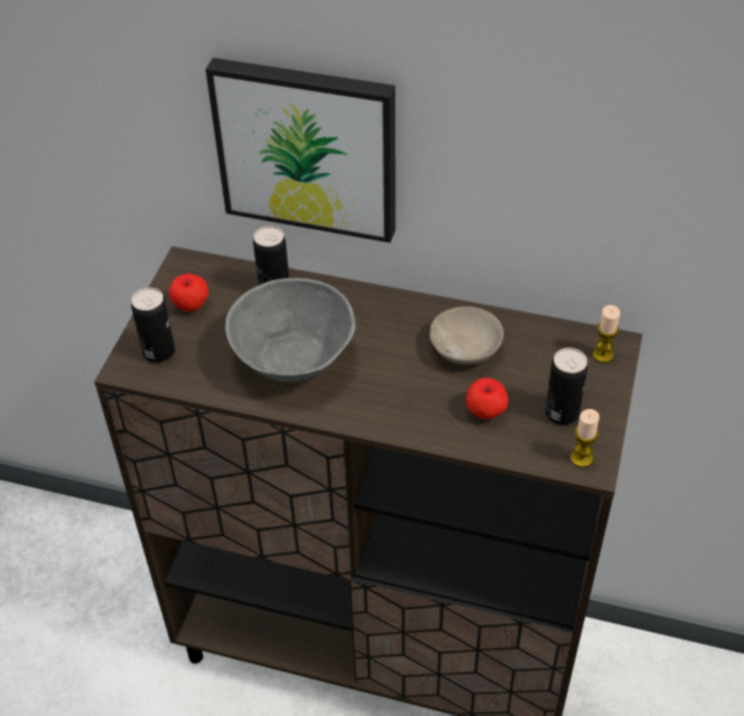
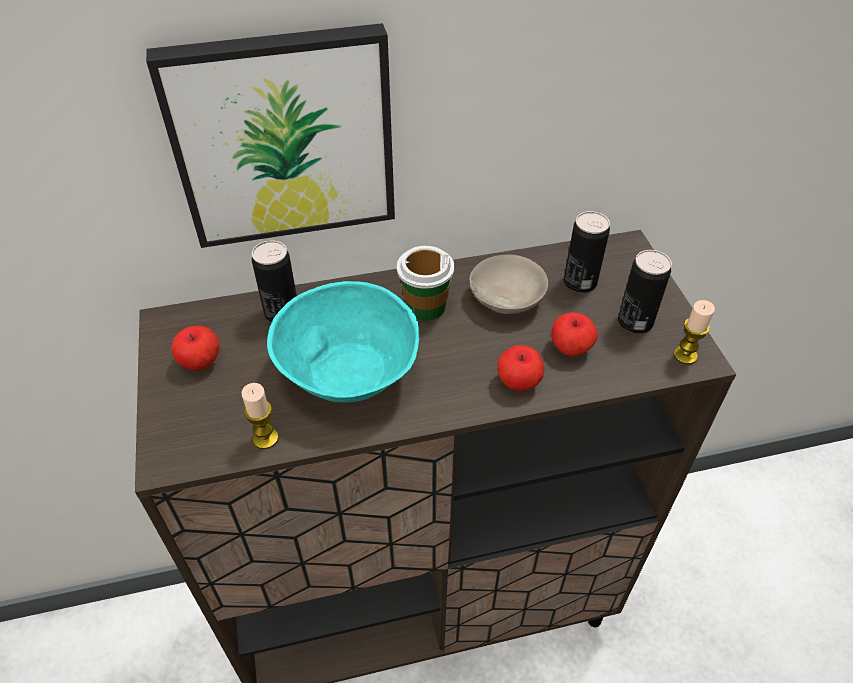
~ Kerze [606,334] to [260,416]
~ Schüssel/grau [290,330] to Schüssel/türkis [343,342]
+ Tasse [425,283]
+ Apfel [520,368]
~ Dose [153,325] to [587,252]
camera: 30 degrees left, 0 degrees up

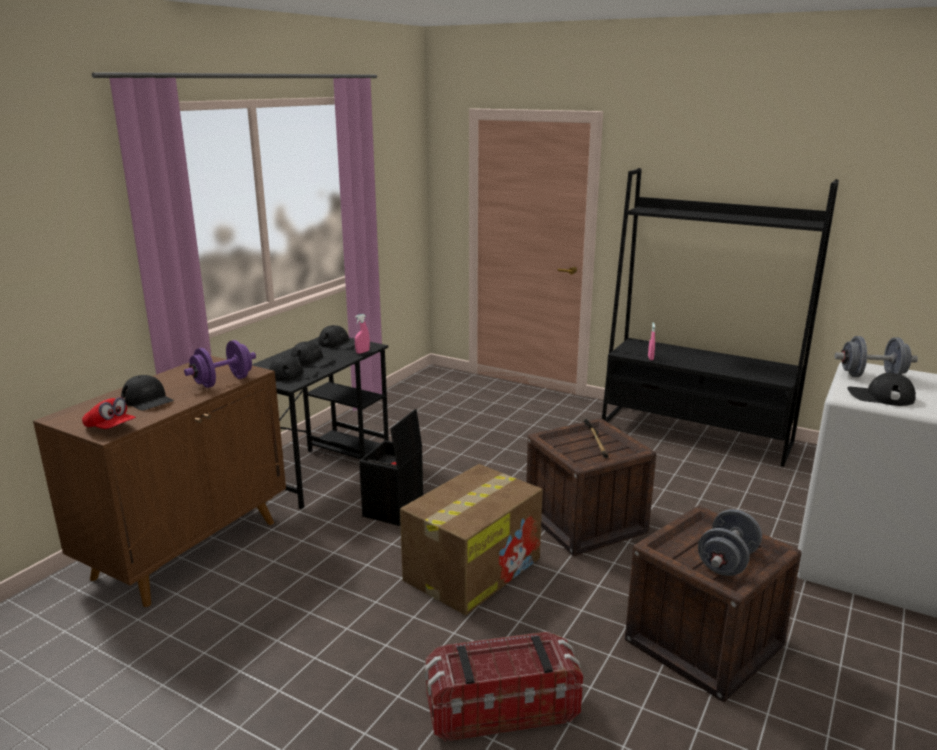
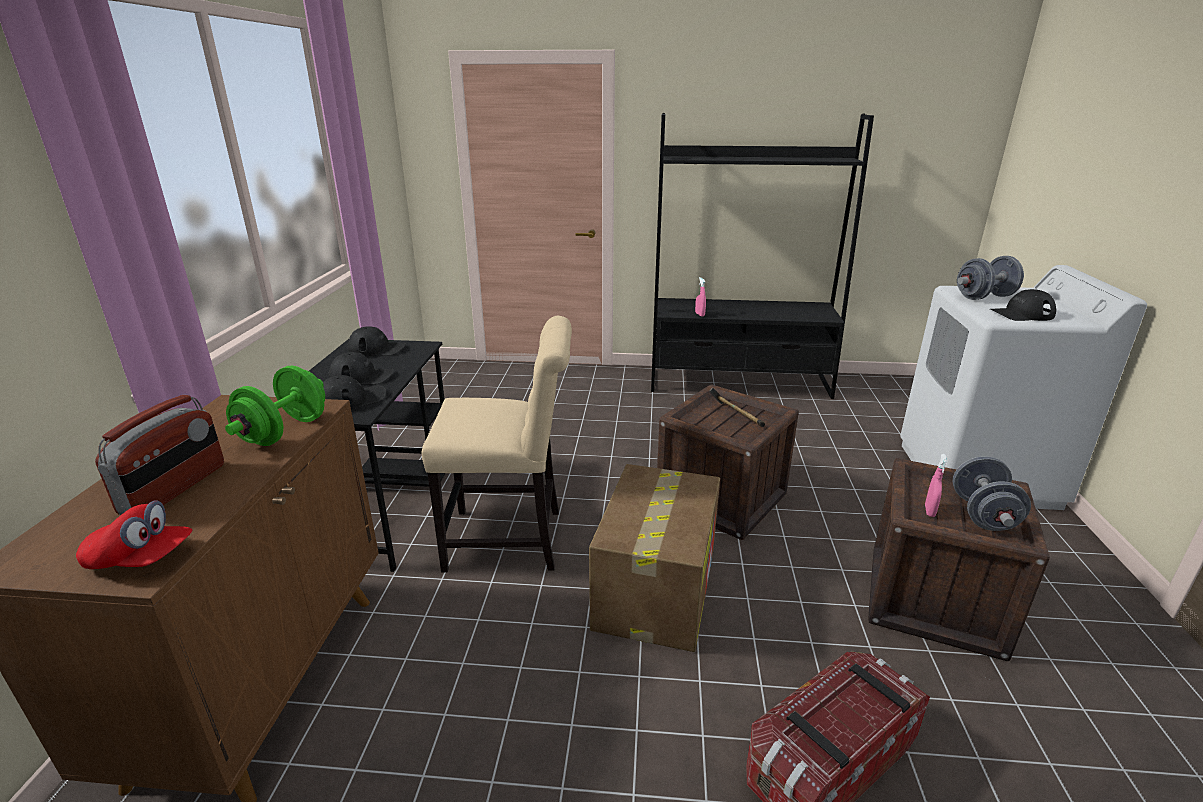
~ Kappe/schwarz [147,393] to Radio [159,455]
~ Hantel/lila [220,364] to Hantel/grün [275,406]
~ Aufbewahrungsbox/schwarz [391,467] to Stuhl/beige [497,444]
~ Sprühflasche/rosa [362,334] to [936,485]
camera: 25 degrees left, 5 degrees up

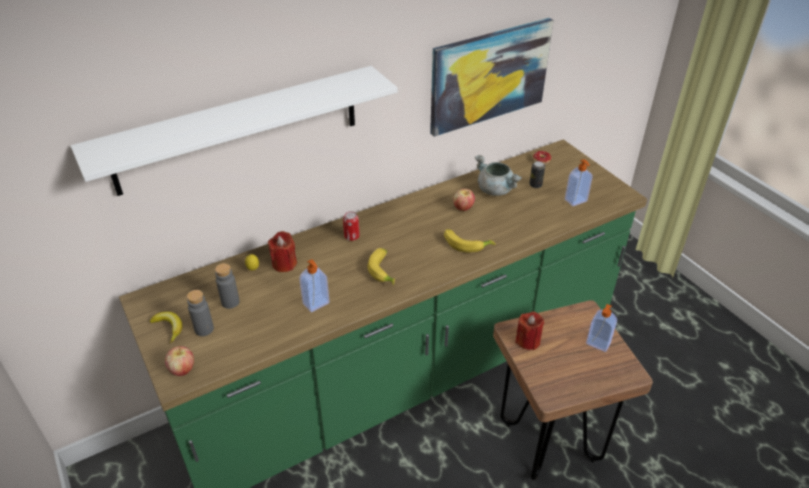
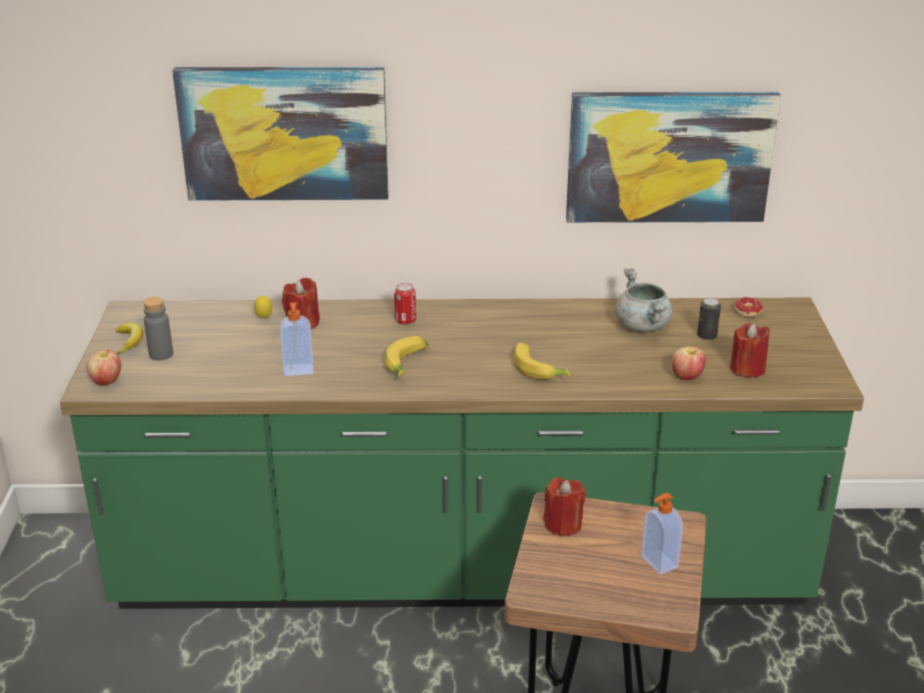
~ Wandregal/weiß [234,131] to Bild [280,134]
~ Apfel [464,200] to [689,363]
~ Seifenspender [579,182] to Kerze/rot [750,350]
- Flasche/grau [227,286]
camera: 30 degrees right, 10 degrees down

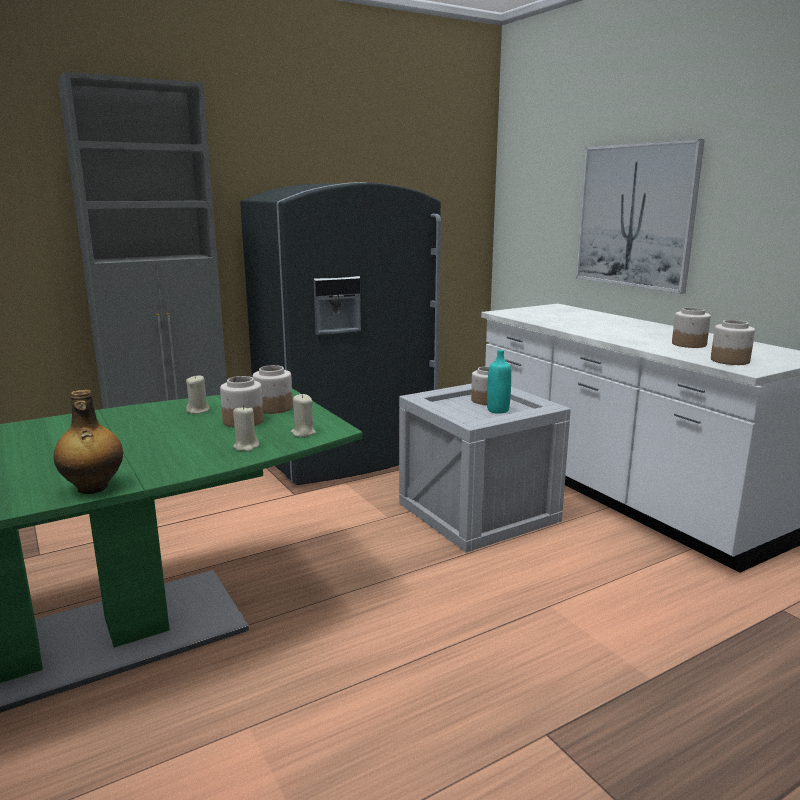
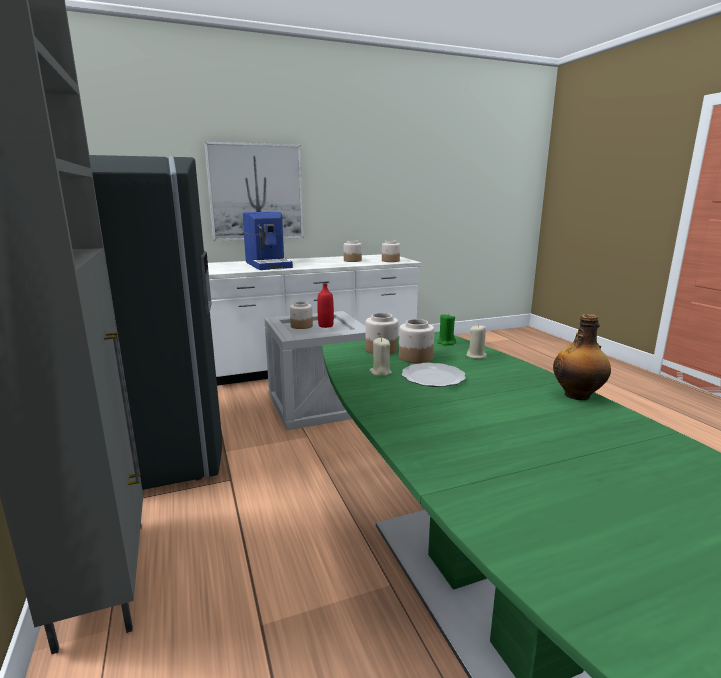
+ Kaffeemaschine [268,241]
~ Flasche/türkis [499,382] to Flasche/rot [325,305]
+ Teller [434,375]
~ Kerze/beige [303,415] to Kerze/grün [446,330]
camera: 80 degrees left, 0 degrees up

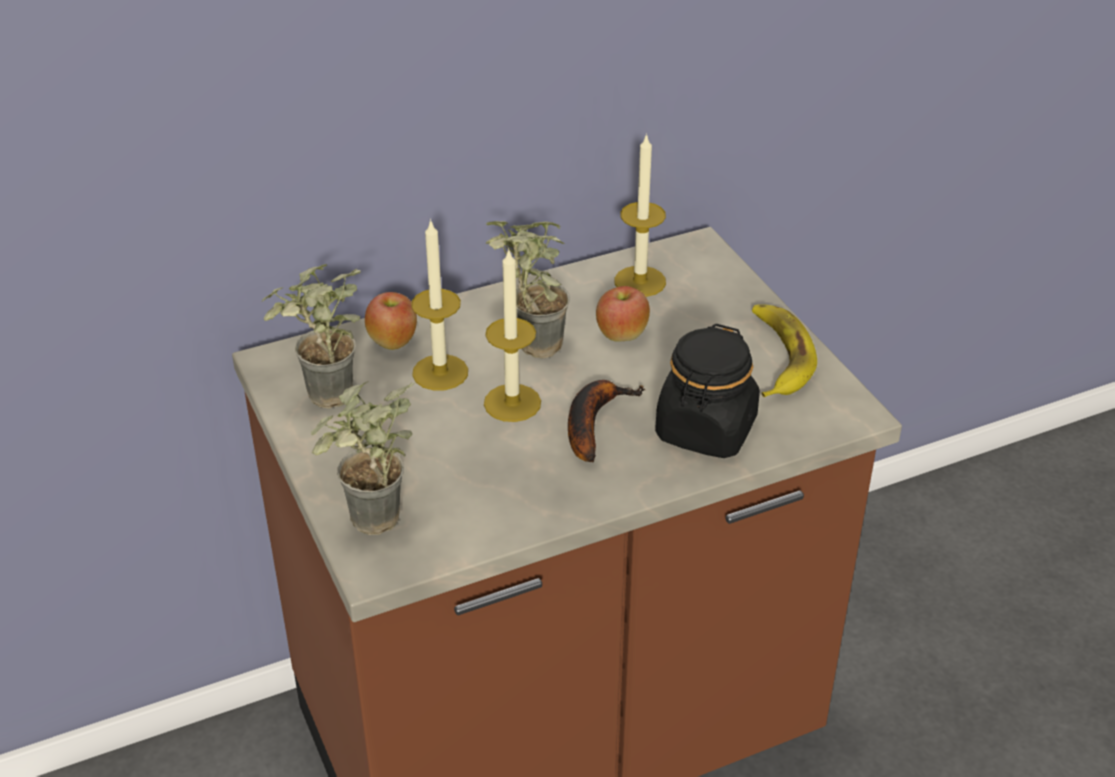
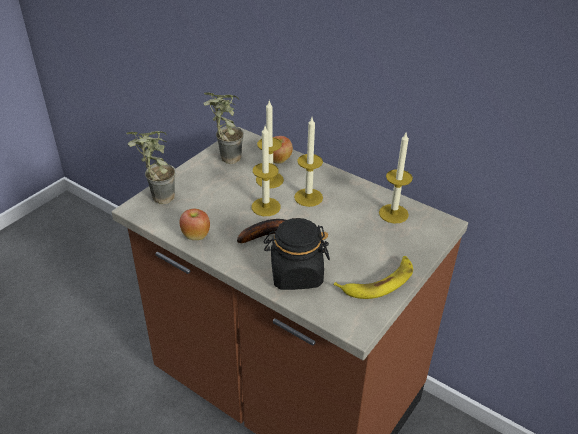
~ Apfel [623,314] to [194,224]
~ Topfpflanze [528,290] to Kerze [308,162]
camera: 60 degrees right, 0 degrees up

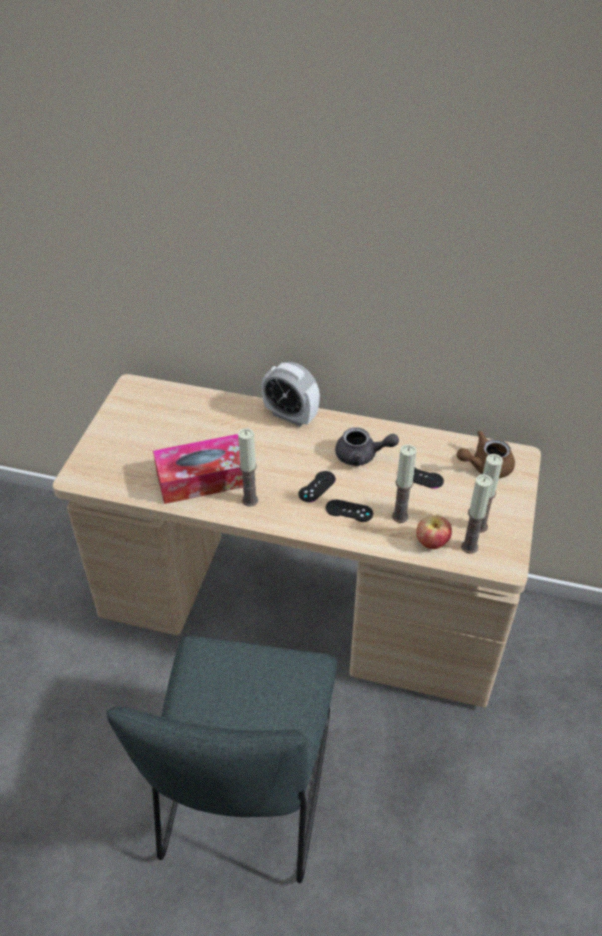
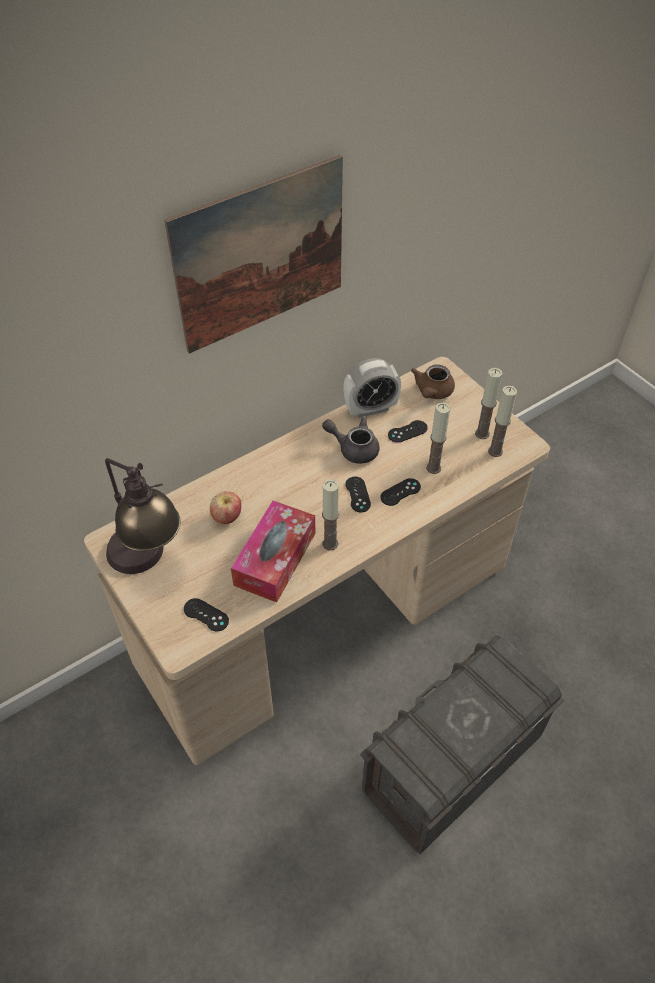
+ Tischlampe [142,516]
+ Bild [253,254]
+ Gamepad/schwarz [206,615]
~ Apfel [434,532] to [225,507]
~ Teekanne/grau [367,446] = [351,440] 120 degrees counterclockwise
~ Wecker [290,394] to [372,388]
~ Stuhl/grau [222,759] to Aufbewahrungsbox/grau [462,745]
camera: 50 degrees left, 5 degrees up

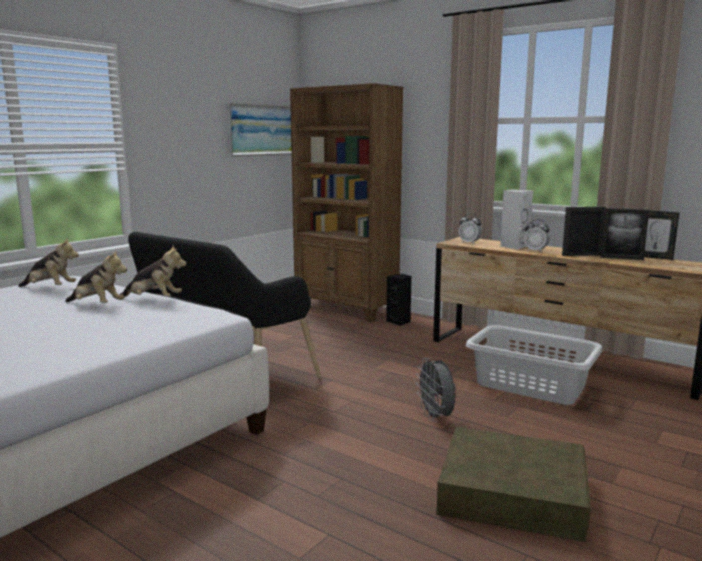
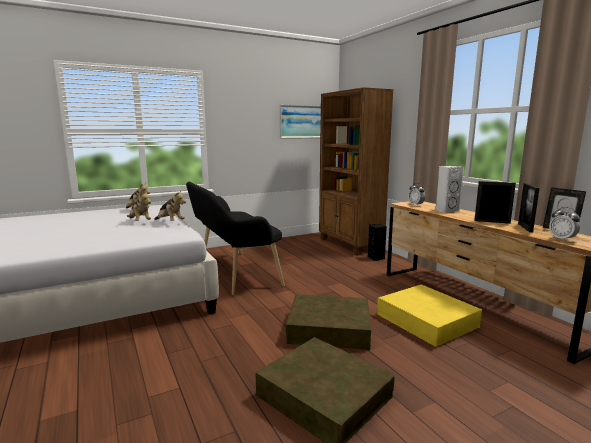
~ Ventilator/grau [436,390] to Aufbewahrungsbox/braun [328,322]
~ Wäschekorb/grau [534,365] to Aufbewahrungsbox/gelb [429,315]
~ Bilderrahmen [624,234] = [529,207] 60 degrees clockwise
~ Wecker [537,235] to [564,224]
camera: 25 degrees right, 0 degrees up

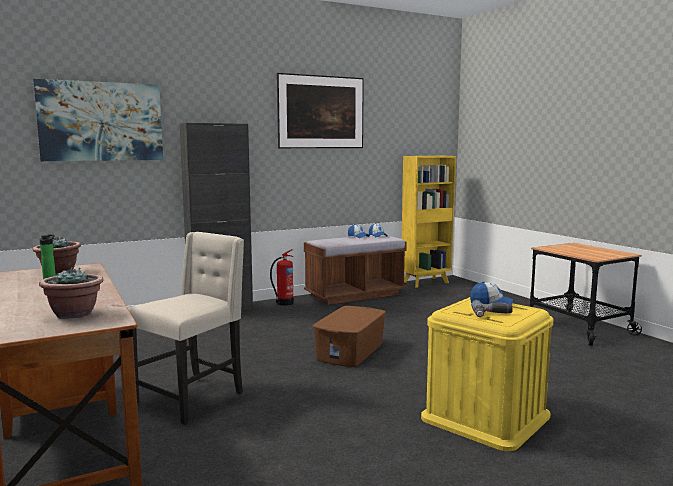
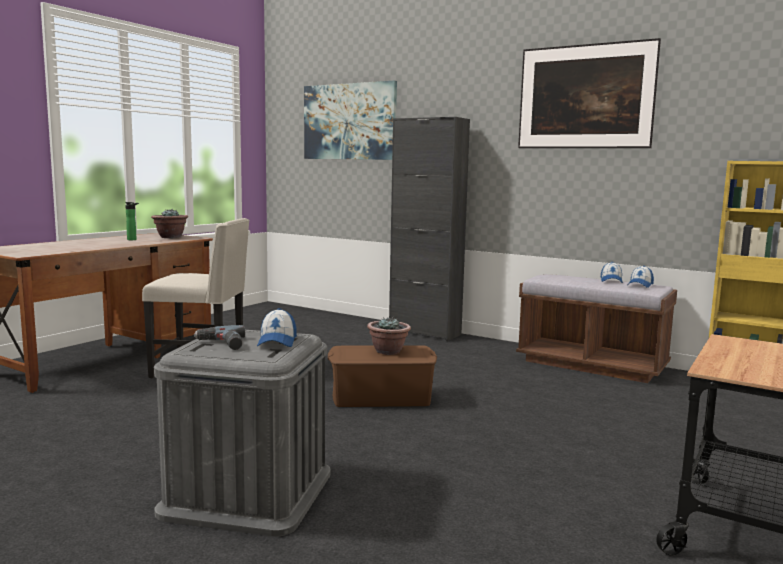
~ Aufbewahrungsbox/gelb [487,374] to Aufbewahrungsbox/grau [242,433]
~ Topfpflanze [71,293] to [389,336]
- Feuerlöscher [281,277]
camera: 60 degrees right, 0 degrees up

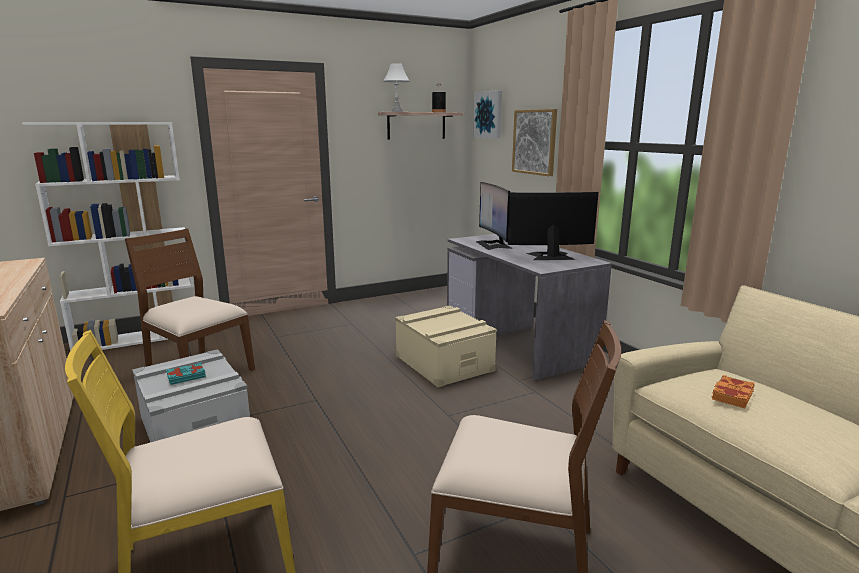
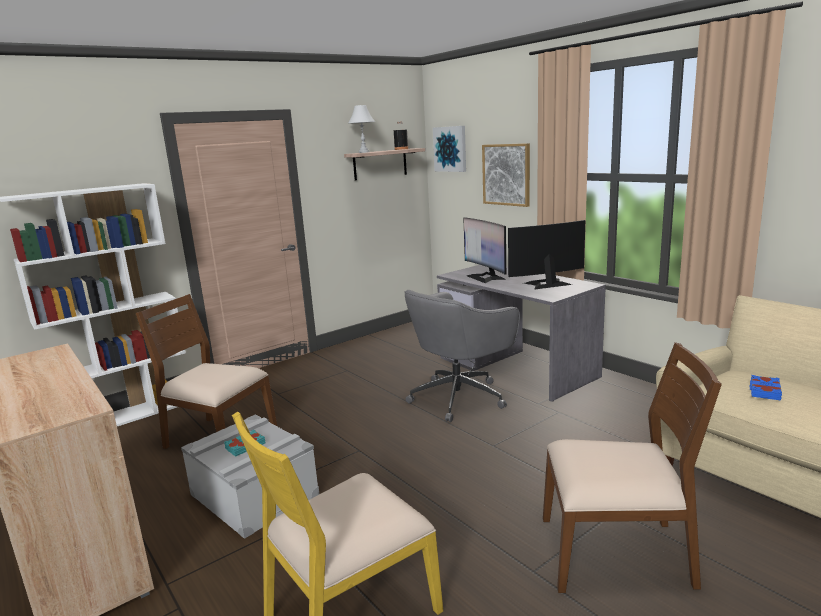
~ Aufbewahrungsbox/beige [446,346] to Bürostuhl/grau [462,356]
~ Buch/orange [733,392] to Buch/blau [766,388]
camera: 10 degrees left, 0 degrees up

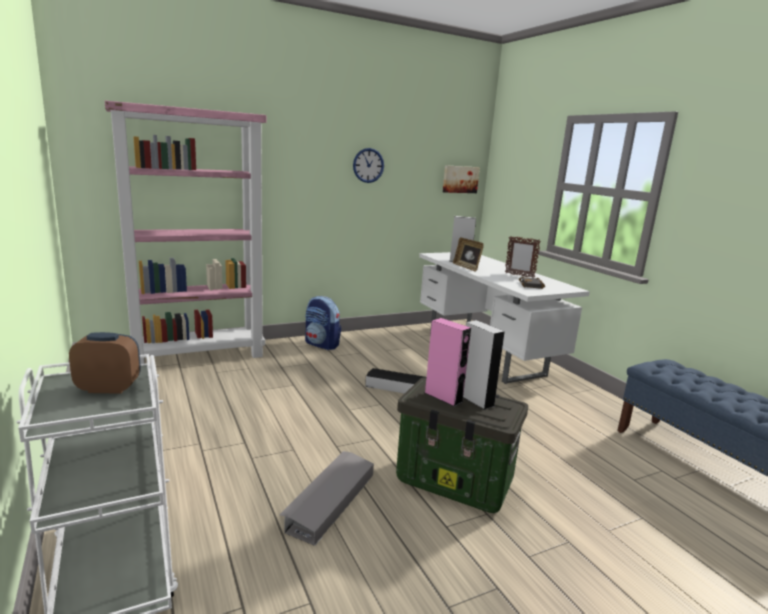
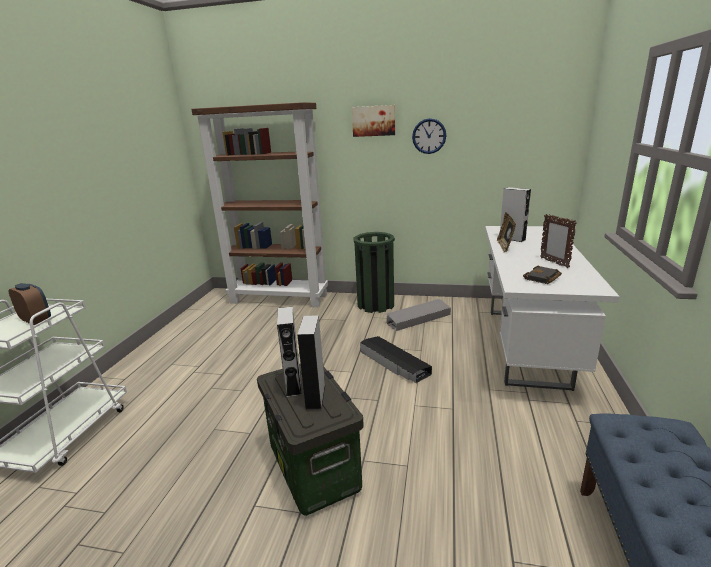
~ Bücherregal/rosa [185,232] to Bücherregal/braun [259,204]
~ Lautsprecher/rosa [448,362] to Lautsprecher/grau [289,352]
~ Bild [461,179] to [373,121]
~ Rucksack [323,323] to Mülleimer/grün [374,272]
~ Aufbewahrungsbox/grau [326,498] to [418,315]
camera: 40 degrees right, 5 degrees up

